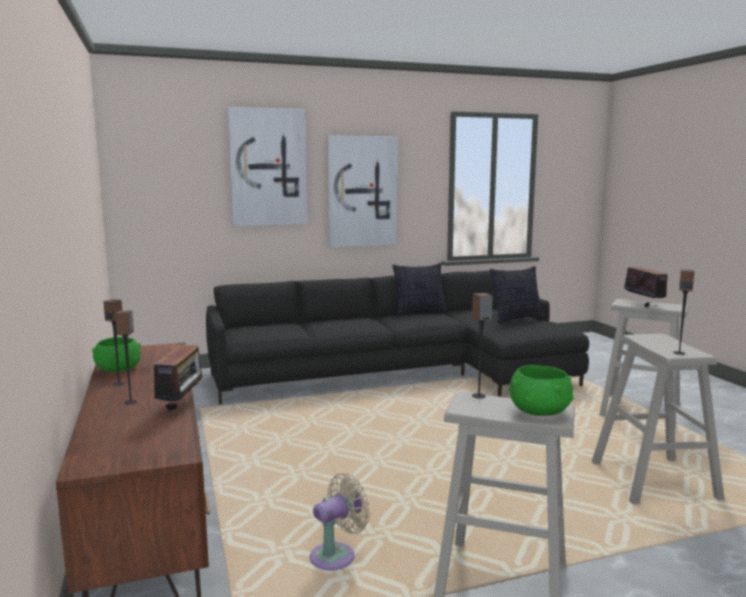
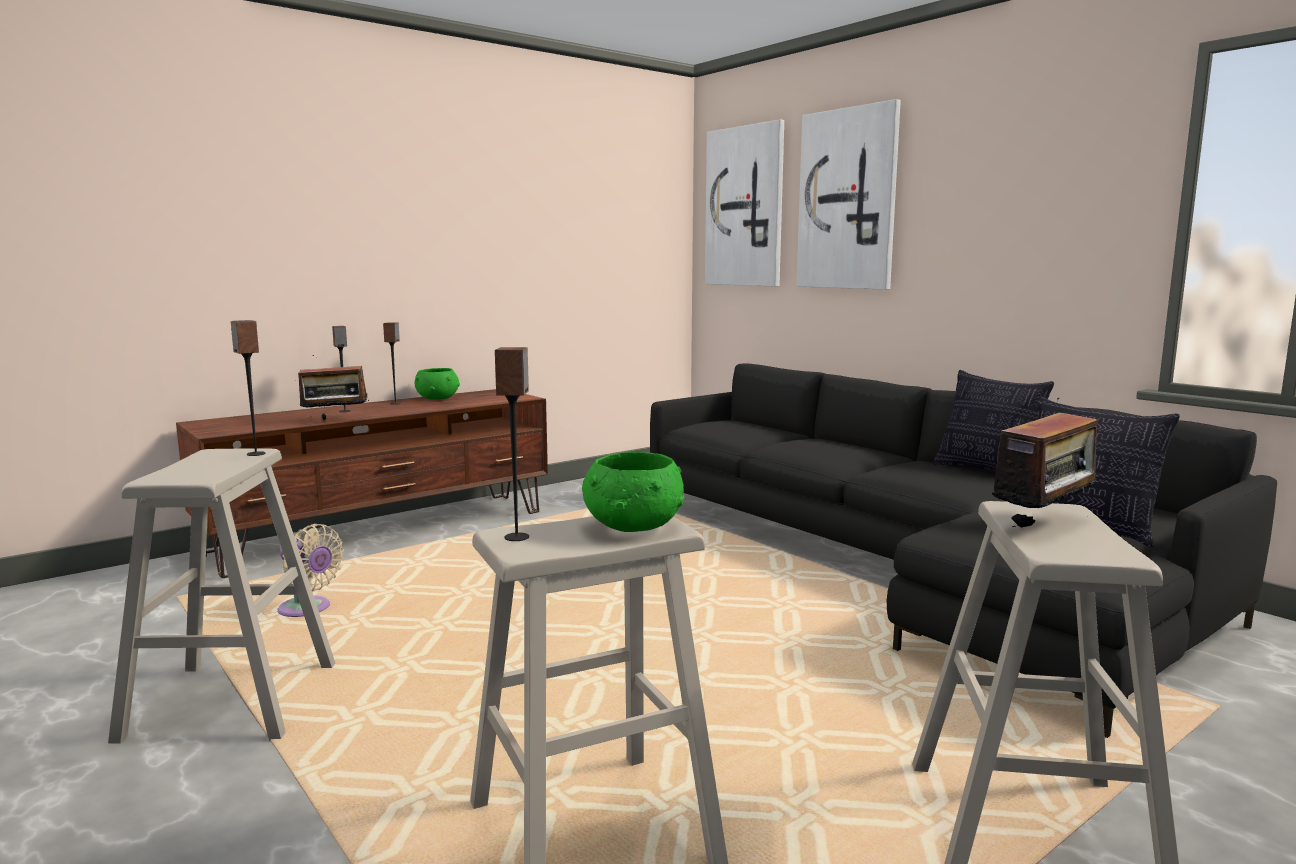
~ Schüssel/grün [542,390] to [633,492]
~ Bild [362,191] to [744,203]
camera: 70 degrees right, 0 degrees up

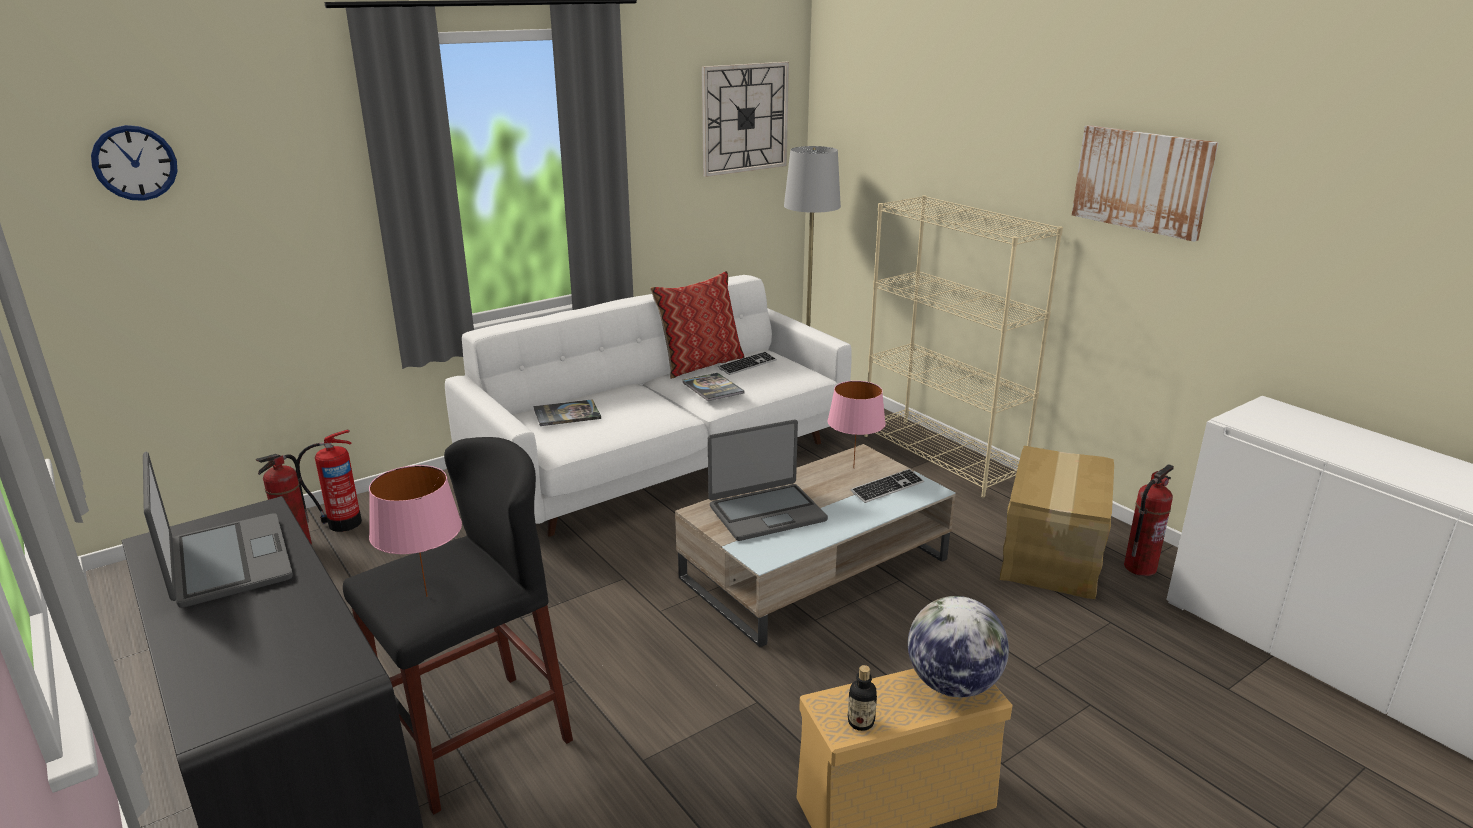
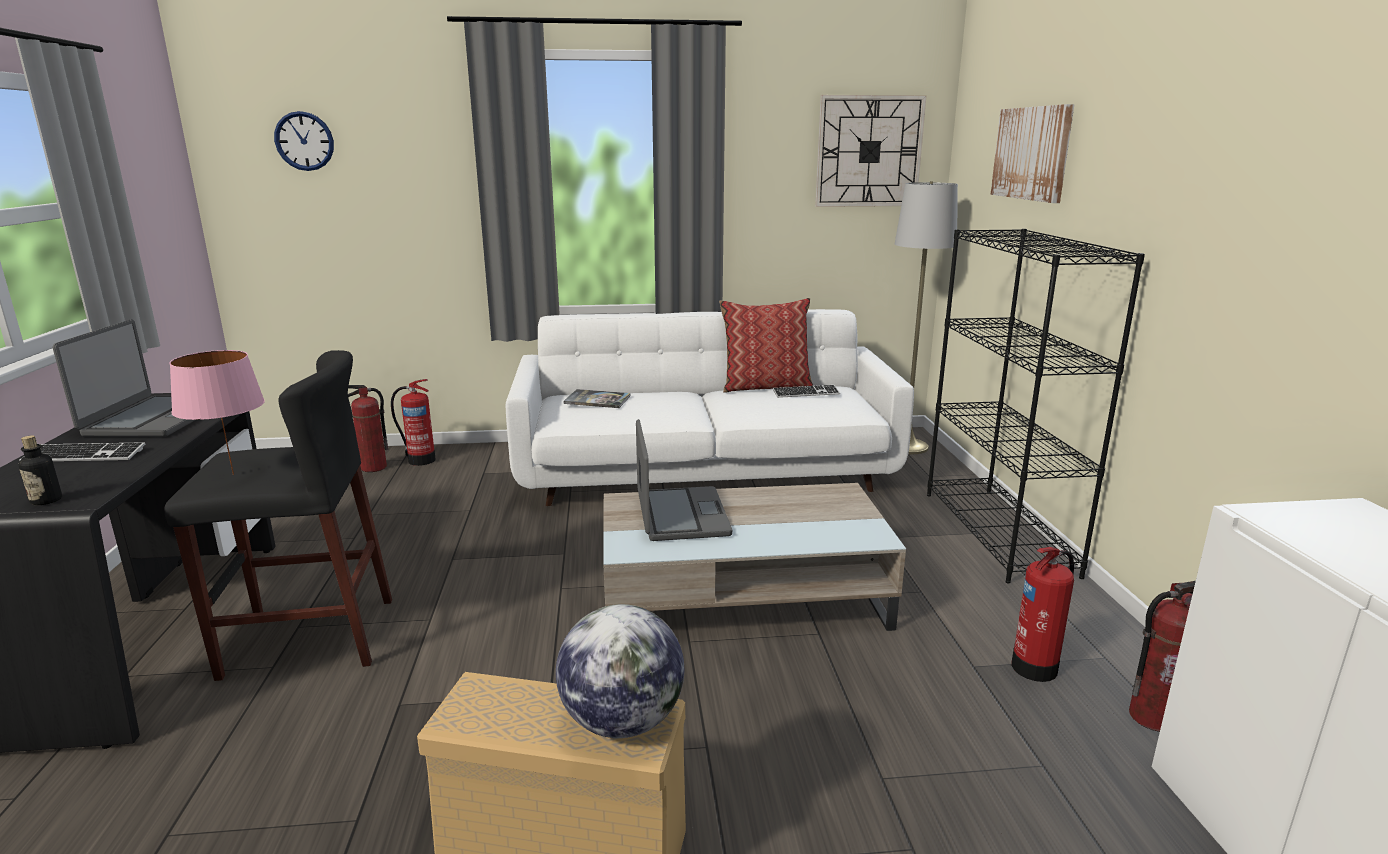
~ Flasche [862,698] to [40,470]
~ Tastatur [887,486] to [82,451]
~ Laptop [768,480] = [684,480] 105 degrees counterclockwise
~ Bücherregal/beige [963,346] to Bücherregal/schwarz [1036,406]
~ Bild [1145,183] to [1032,153]
~ Karton [1057,522] to Feuerlöscher [1043,614]
- Buch [713,387]
- Tischlampe/rosa [856,425]
camera: 30 degrees right, 5 degrees down

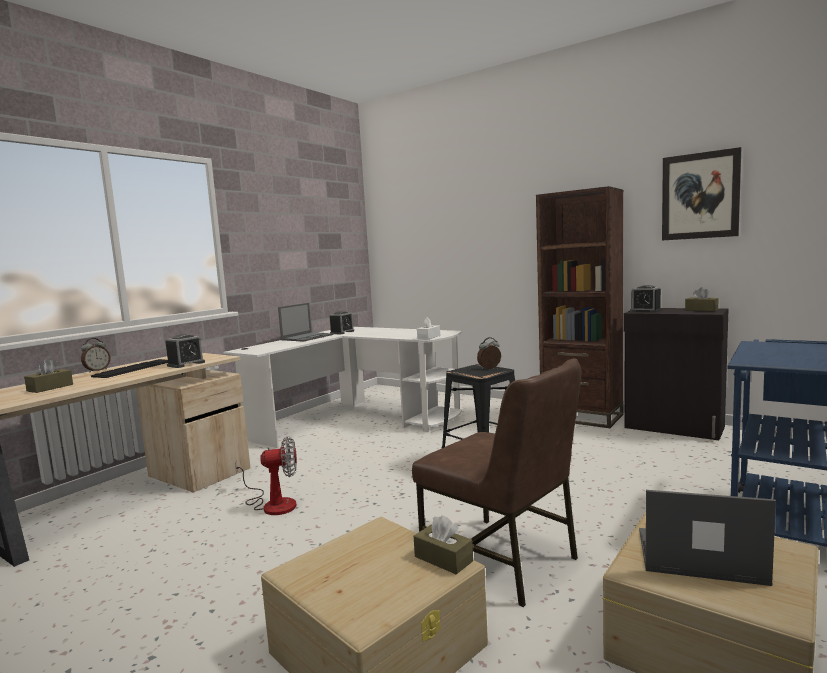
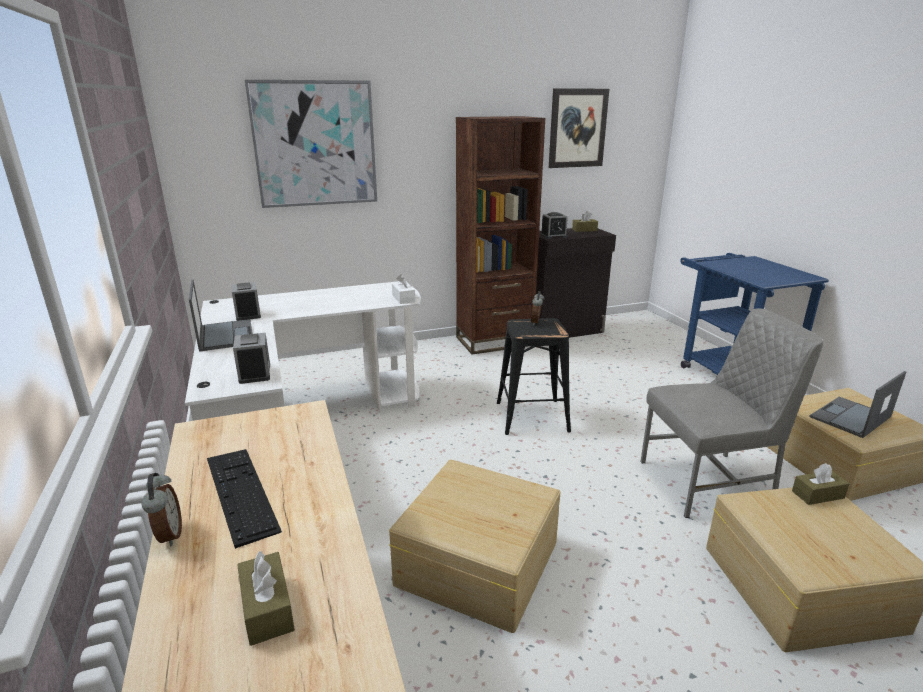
~ Wecker [185,351] to [251,358]
+ Bild [311,144]
~ Ventilator [266,475] to Aufbewahrungsbox/beige [474,546]
~ Stuhl/braun [496,482] to Stuhl/grau [731,413]
camera: 55 degrees left, 15 degrees up

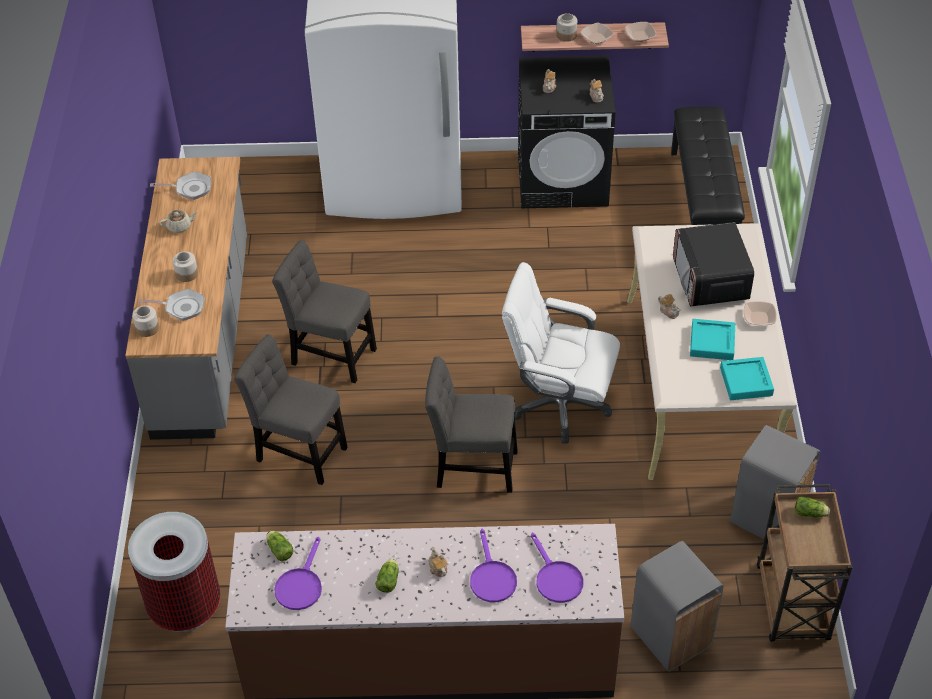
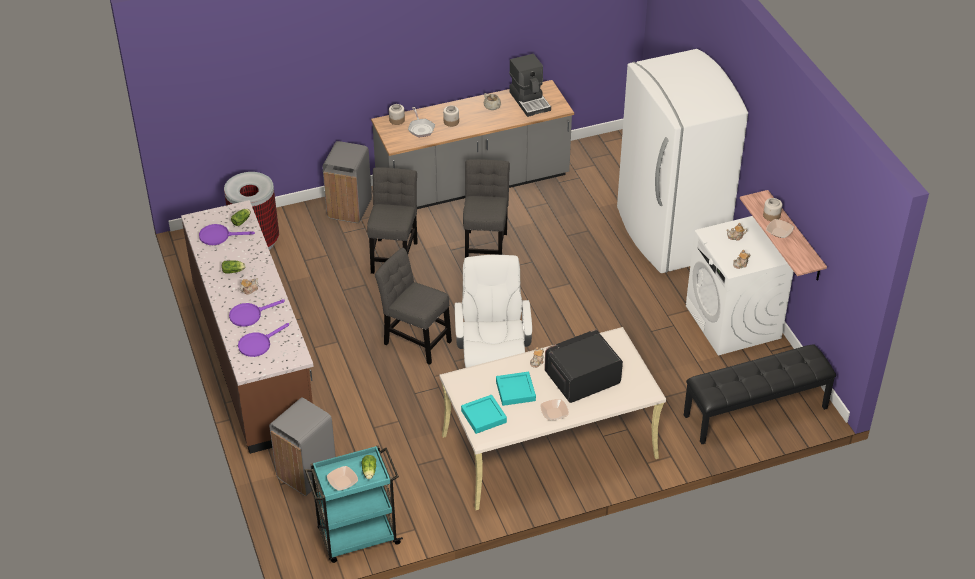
~ Rollwagen/braun [805,563] to Rollwagen/türkis [354,504]
~ Mülleimer/grau [775,482] to [347,182]
~ Schüssel [640,32] to [342,478]
~ Stuhl/grau [471,424] = [413,306] 45 degrees counterclockwise
~ Pfanne [180,185] to Kaffeemaschine [530,85]
~ Waschmaschine/schwarz [566,131] to Waschmaschine/weiß [740,285]
camera: 70 degrees right, 5 degrees down

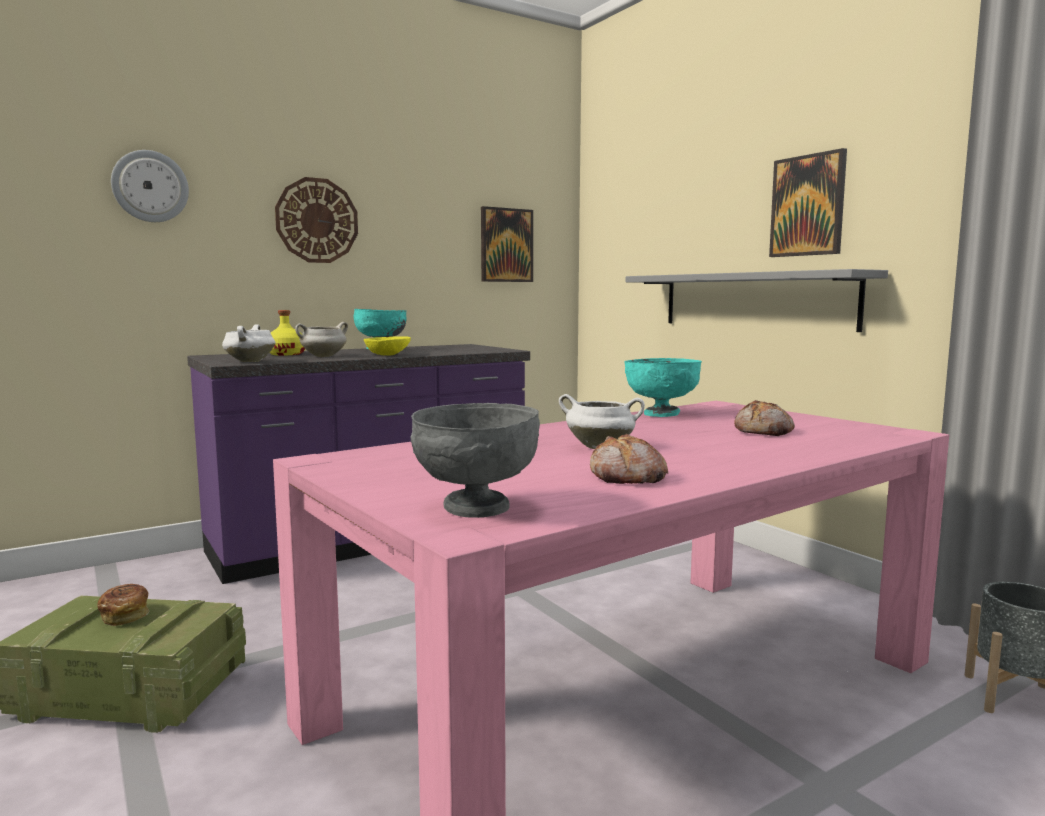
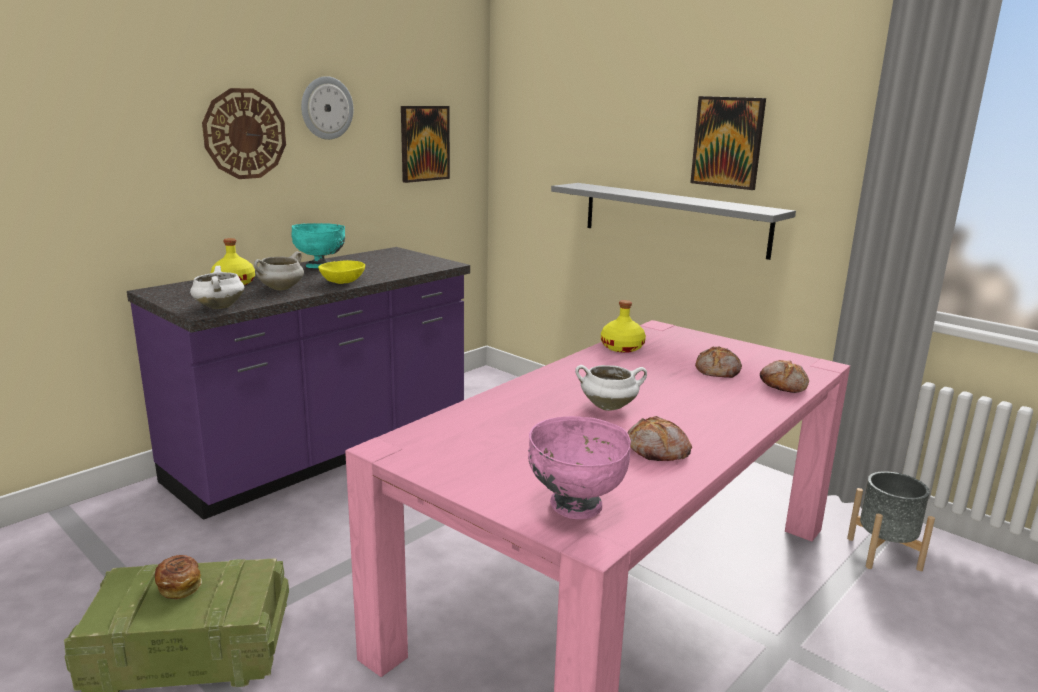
~ Wanduhr [150,186] to [327,108]
~ Schüssel/grau [475,460] to Schüssel/rosa [579,467]
~ Schüssel/türkis [663,387] to Flasche/gelb [623,326]
+ Brot [784,376]
camera: 15 degrees left, 10 degrees up

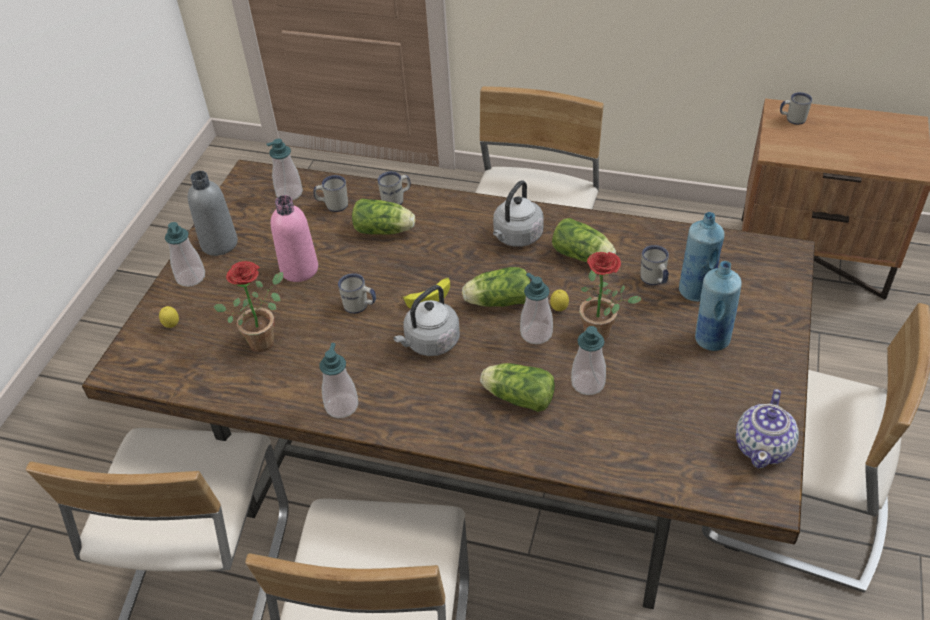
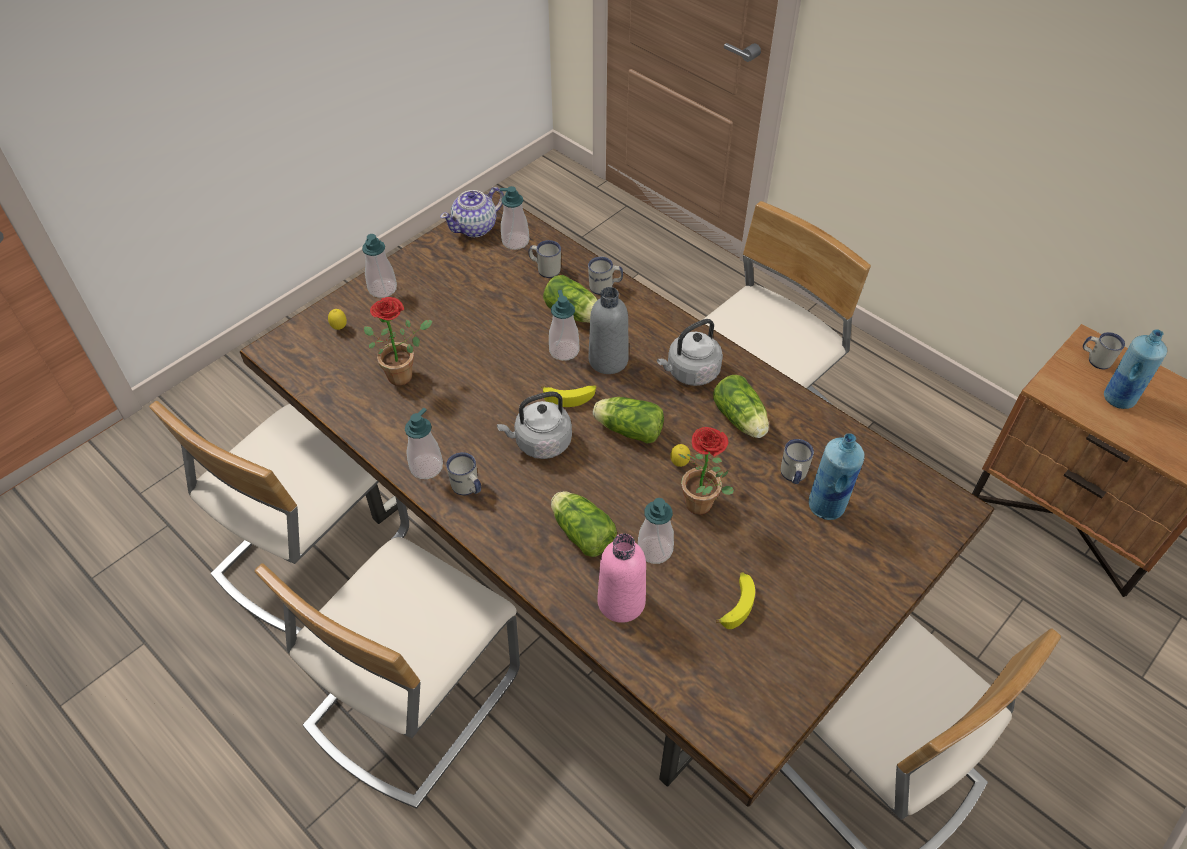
~ Teekanne [767,428] to [472,212]
~ Henkelbecher/weiß [357,293] to [463,474]
~ Seifenspender [536,308] to [564,325]
~ Flasche/grau [213,213] to [609,330]
~ Flasche/rosa [294,238] to [622,578]
+ Banane [735,600]
~ Flasche/blau [718,306] to [1135,369]
camera: 25 degrees right, 5 degrees up

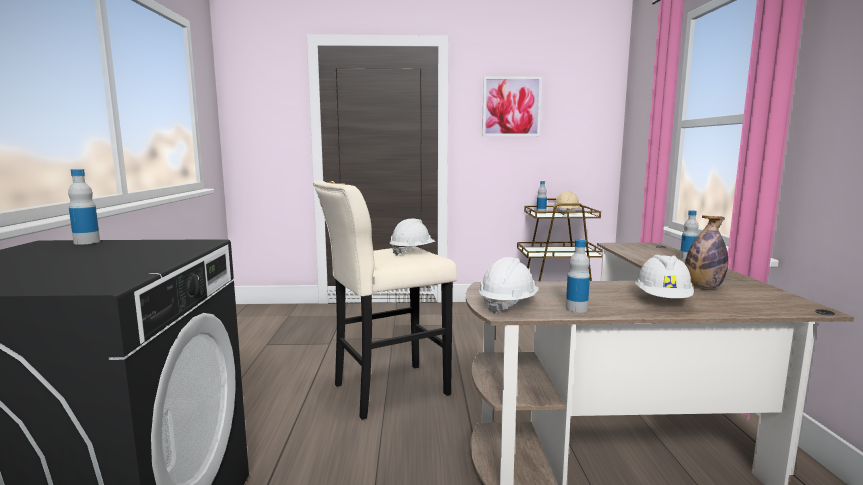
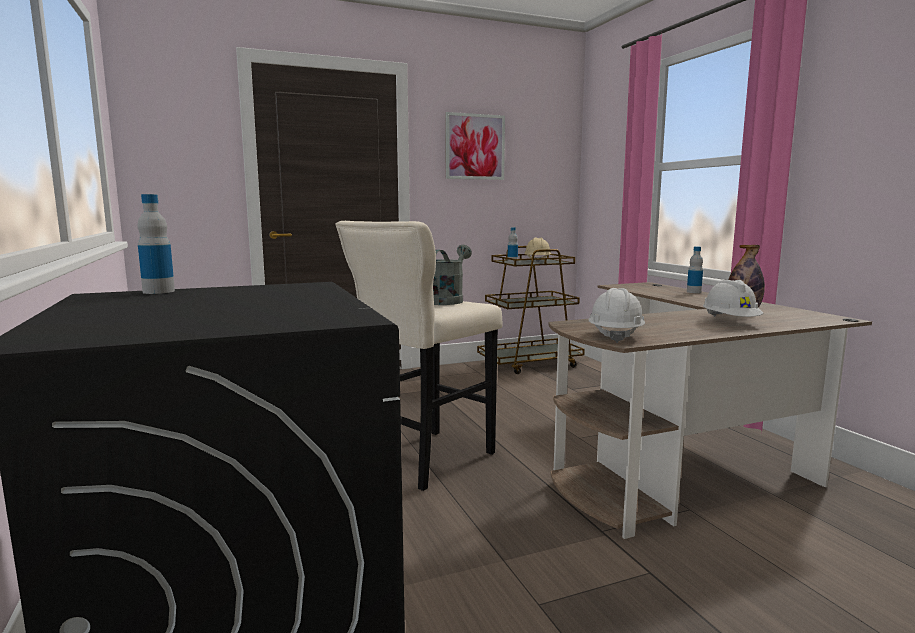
~ Schutzhelm/weiß [413,237] to Gießkanne/grau [452,275]
- Flasche [578,276]
camera: 20 degrees left, 0 degrees up

